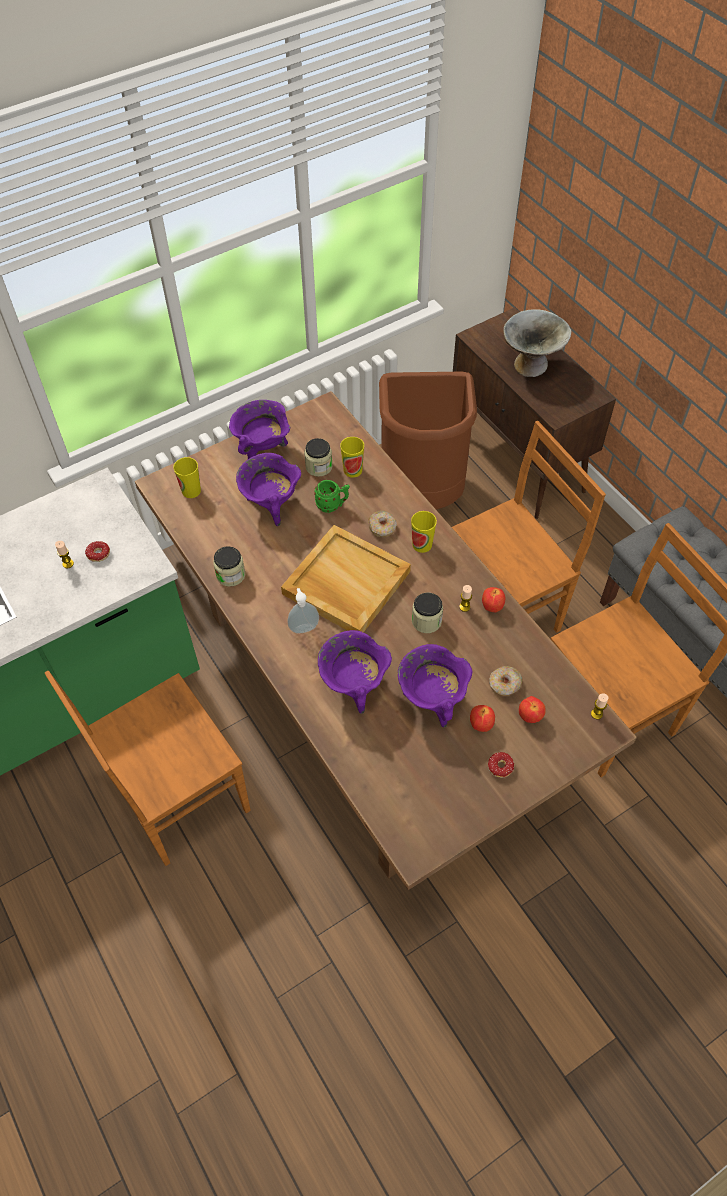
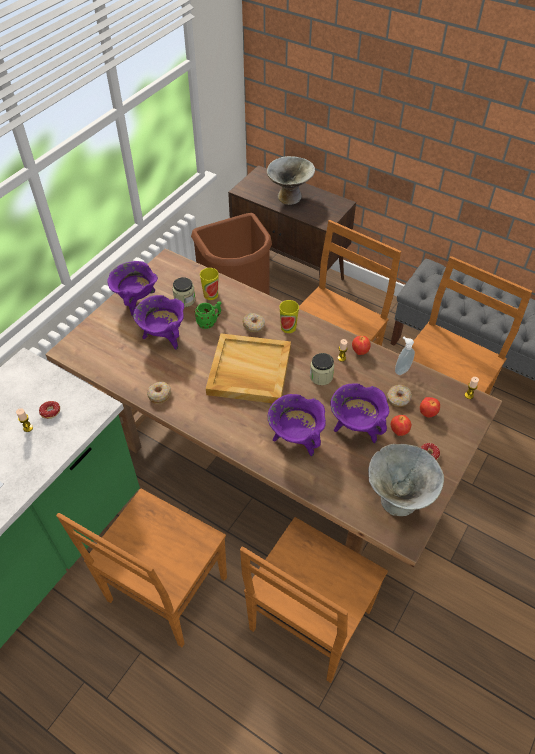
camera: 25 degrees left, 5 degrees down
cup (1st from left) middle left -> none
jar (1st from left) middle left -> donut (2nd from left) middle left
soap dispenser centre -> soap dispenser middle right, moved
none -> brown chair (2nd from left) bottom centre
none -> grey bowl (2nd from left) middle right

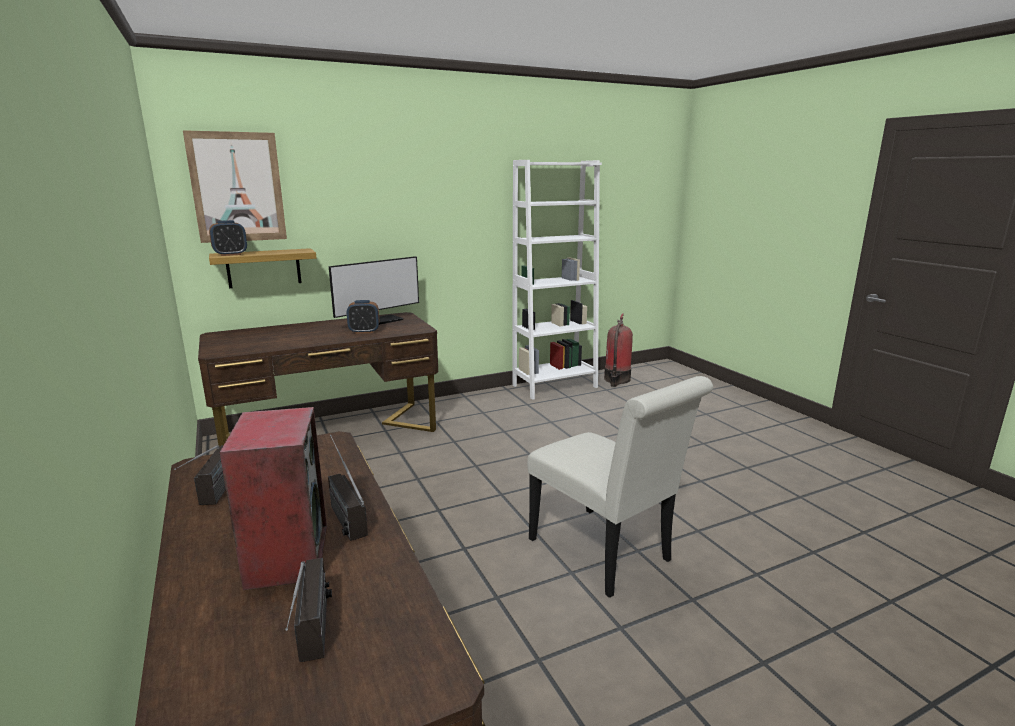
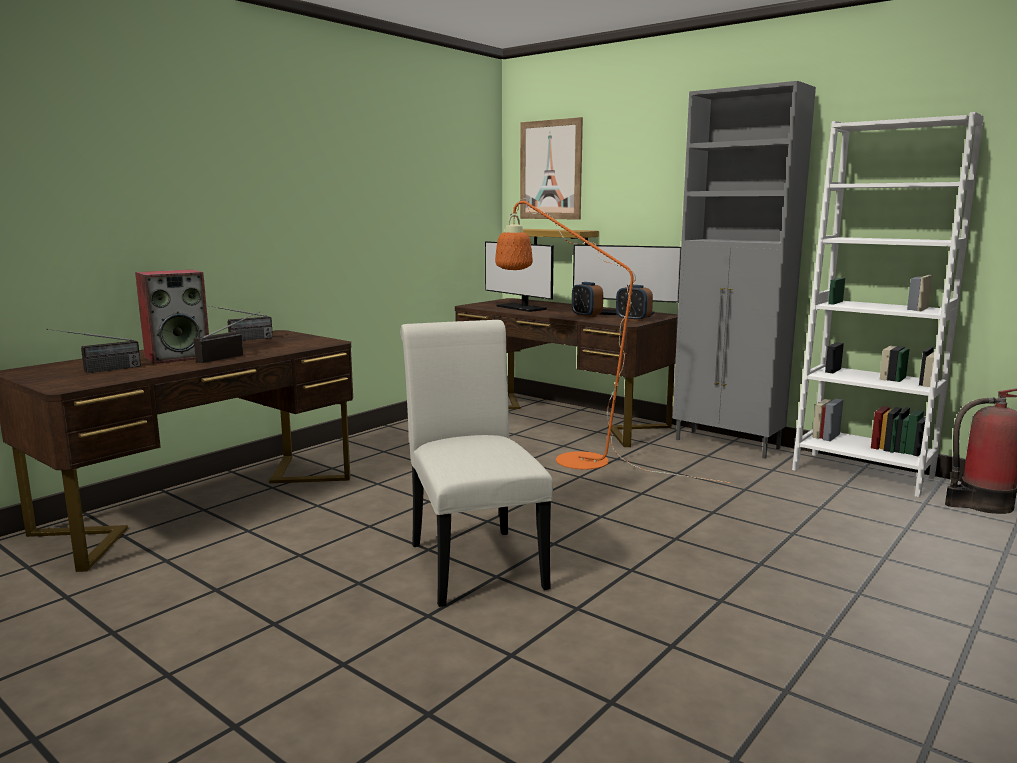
camera: 65 degrees right, 5 degrees down
alarm clock (1st from left in the first image) top left -> alarm clock (2nd from left) centre, moved
white chair bottom centre -> white chair centre, 135 degrees clockwise
none -> monitor (1st from left) centre
none -> orange floor lamp centre
none -> grey cabinet middle right

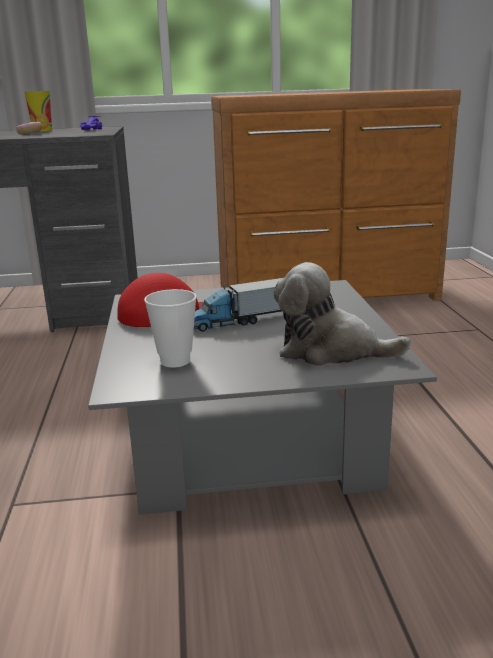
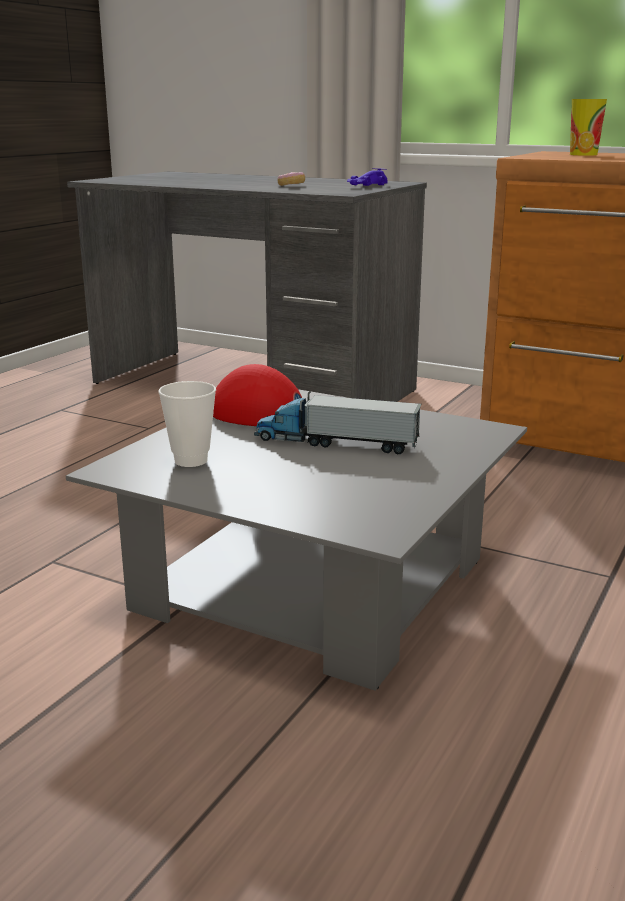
camera: 35 degrees right, 0 degrees up
cup (1st from left in the first image) top left -> cup (2nd from left) top right, moved
plush toy middle right -> none

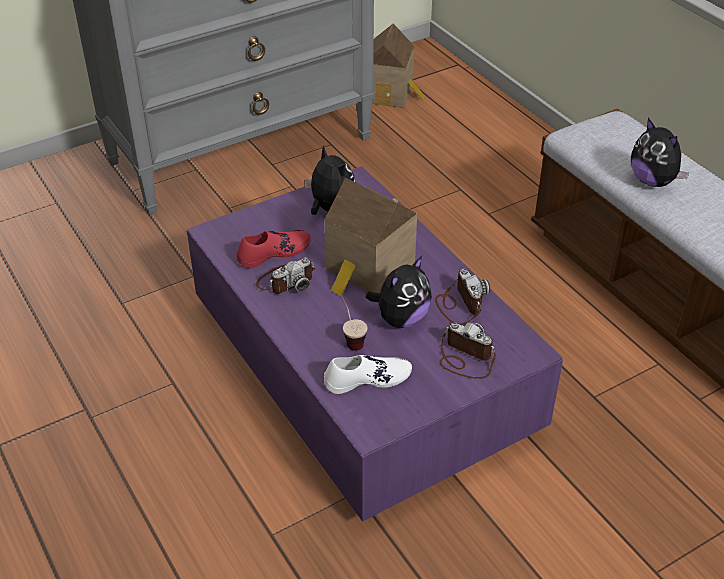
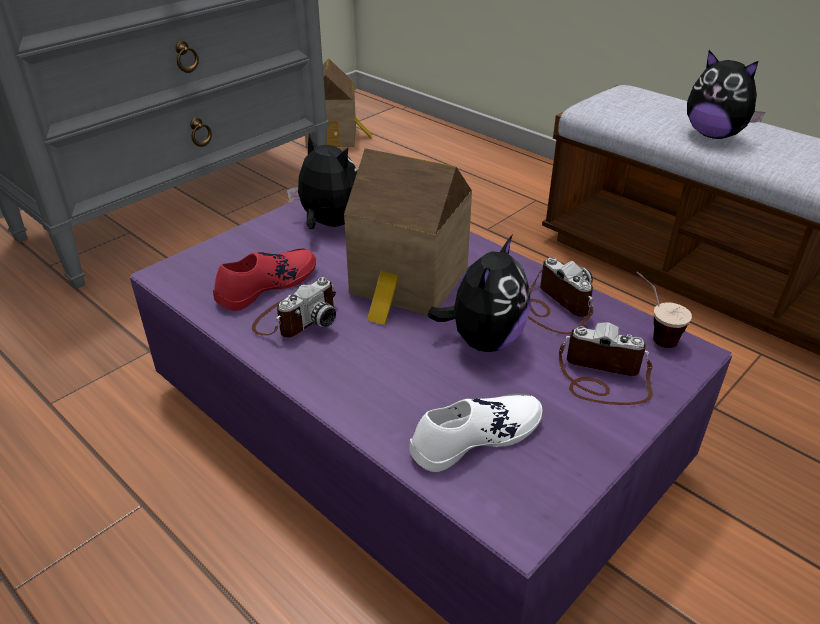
camera: 15 degrees left, 5 degrees down
cup centre -> cup middle right, moved

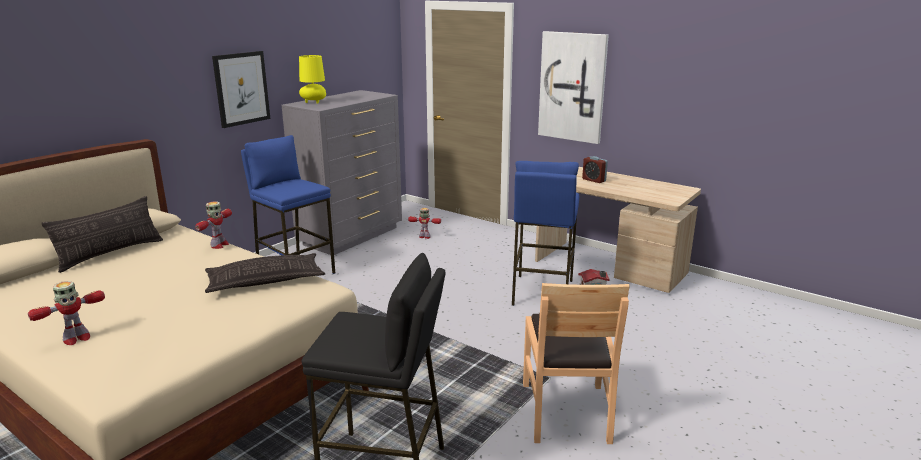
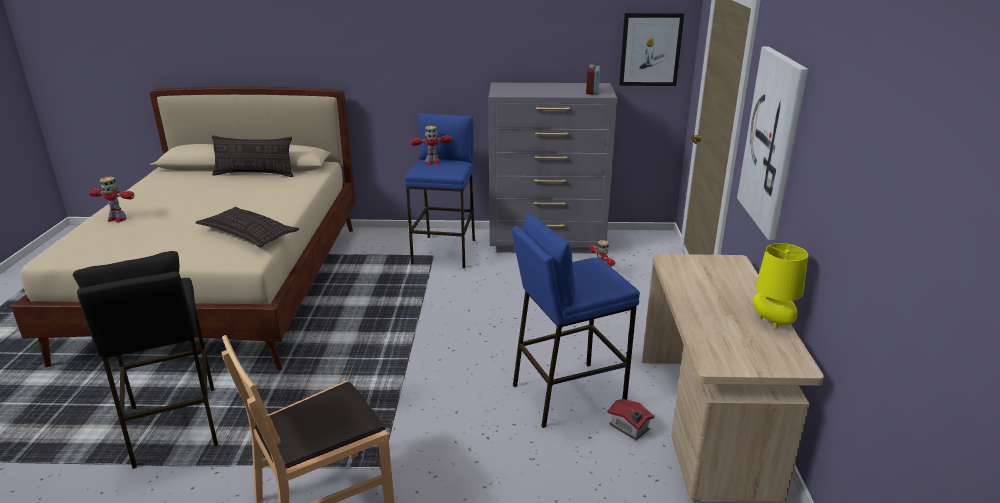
camera: 55 degrees right, 5 degrees up
toy robot (2nd from left) middle left -> toy robot (2nd from left) top centre, moved
picture (1st from left) top left -> picture (1st from left) top centre, moved
yellow table lamp top centre -> yellow table lamp middle right, moved
alarm clock centre -> alarm clock top centre, moved

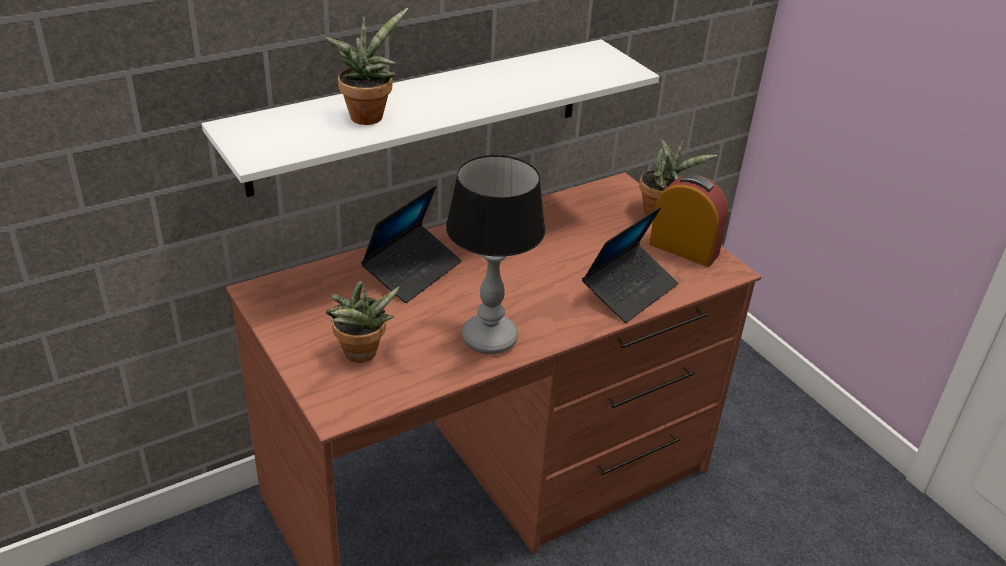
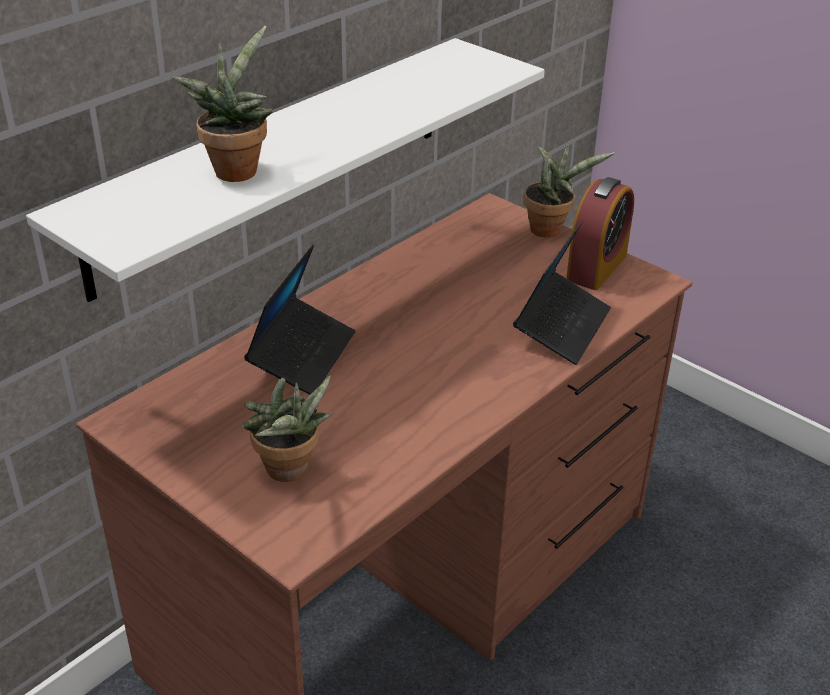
camera: 15 degrees left, 0 degrees up
table lamp centre -> none
alarm clock middle right, 105 degrees clockwise

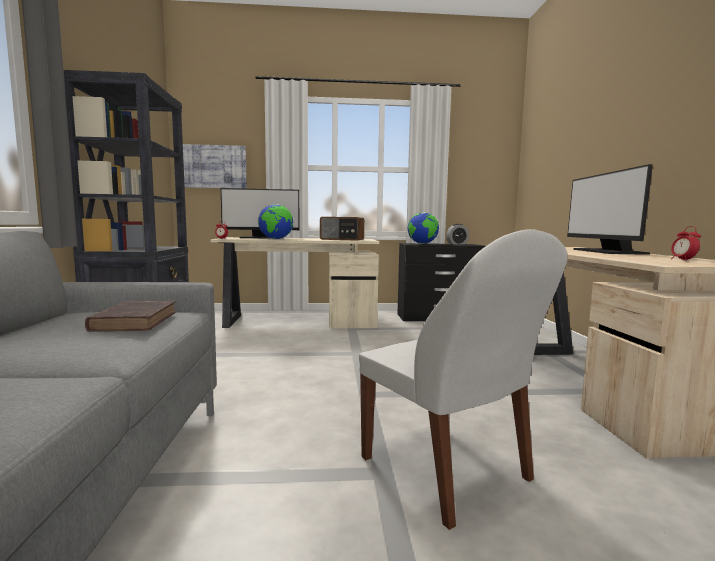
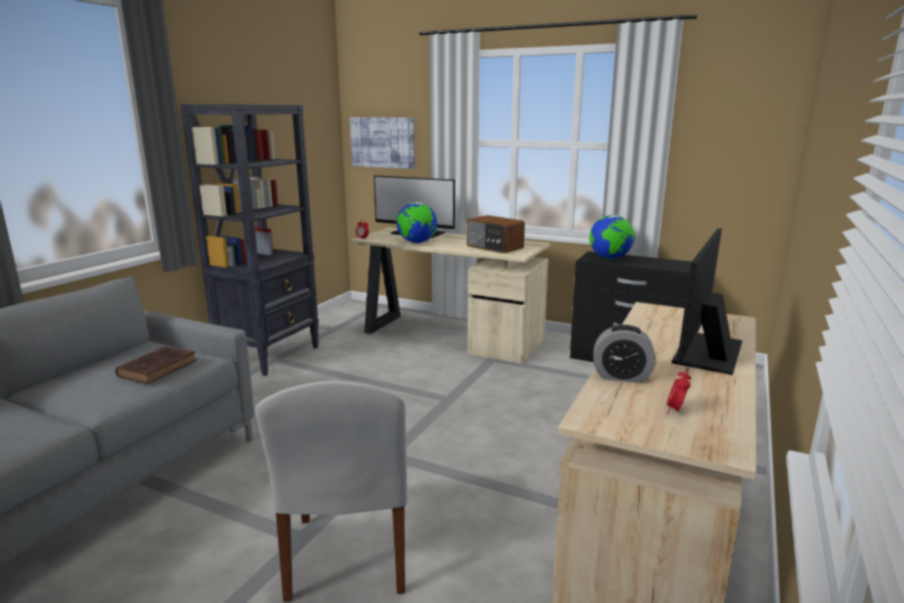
camera: 30 degrees right, 10 degrees up
alarm clock (2nd from left) centre -> alarm clock (2nd from left) middle right, moved

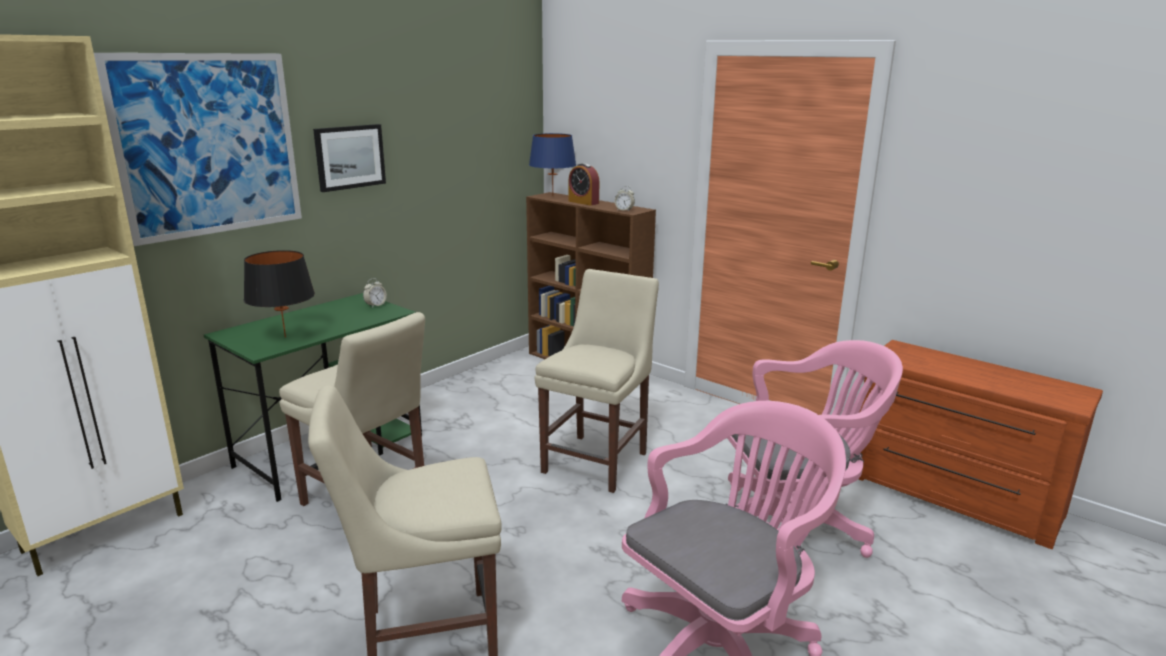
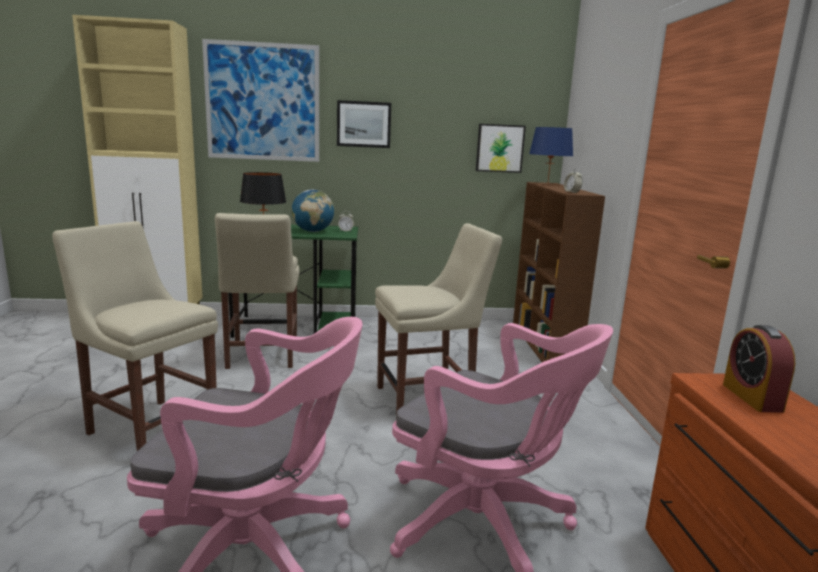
camera: 45 degrees right, 5 degrees down
alarm clock (2nd from left in the first image) top centre -> alarm clock (3rd from left) middle right, moved
none -> globe centre
none -> picture (3rd from left) top centre

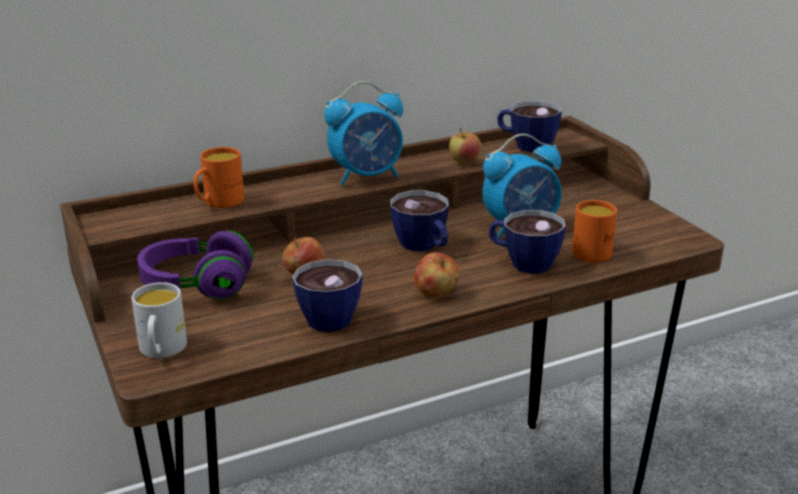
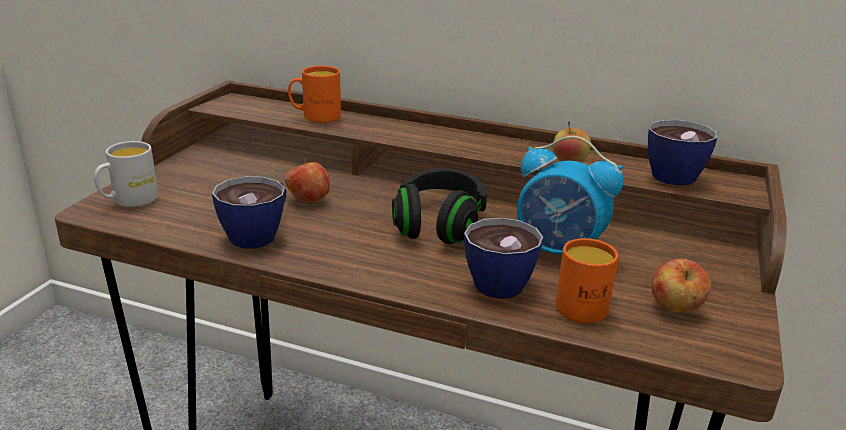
camera: 45 degrees right, 0 degrees up
purple headphones middle left -> none
alarm clock (1st from left) top centre -> none
cup (2nd from left) centre -> black headphones centre
apple (2nd from left in the first image) centre -> apple (3rd from left) middle right, moved

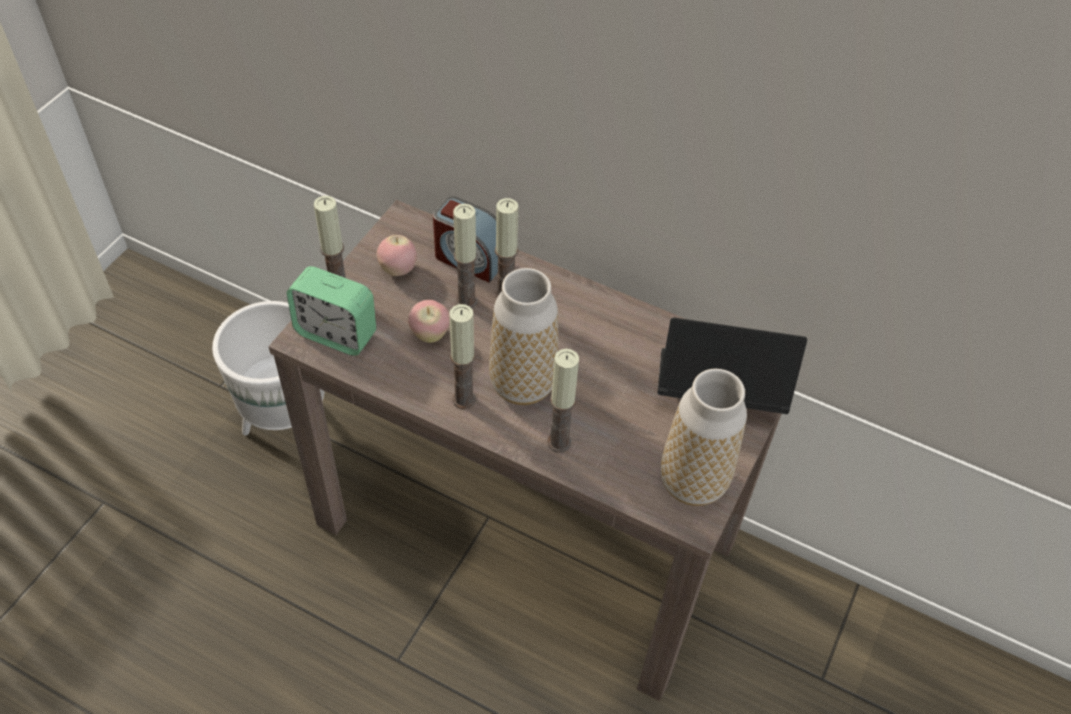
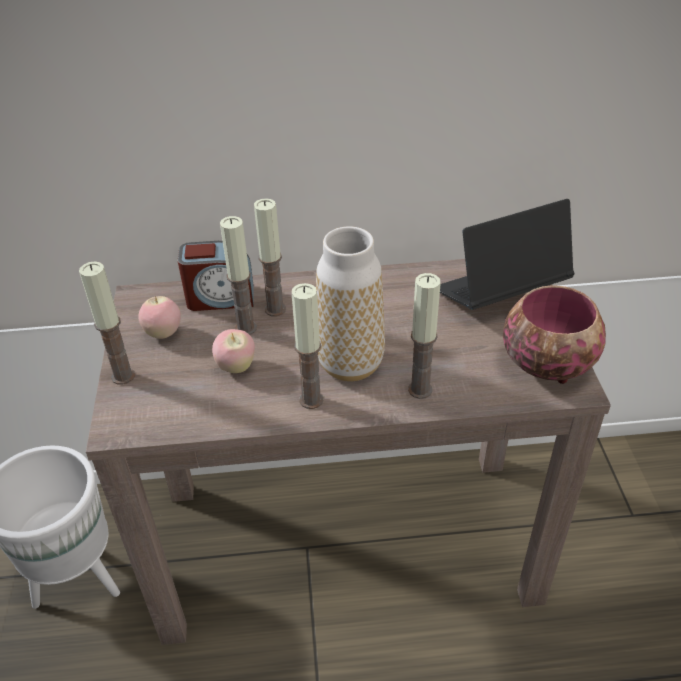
camera: 30 degrees left, 10 degrees down
alarm clock (1st from left) middle left -> none
vase (2nd from left) centre -> bowl middle right

